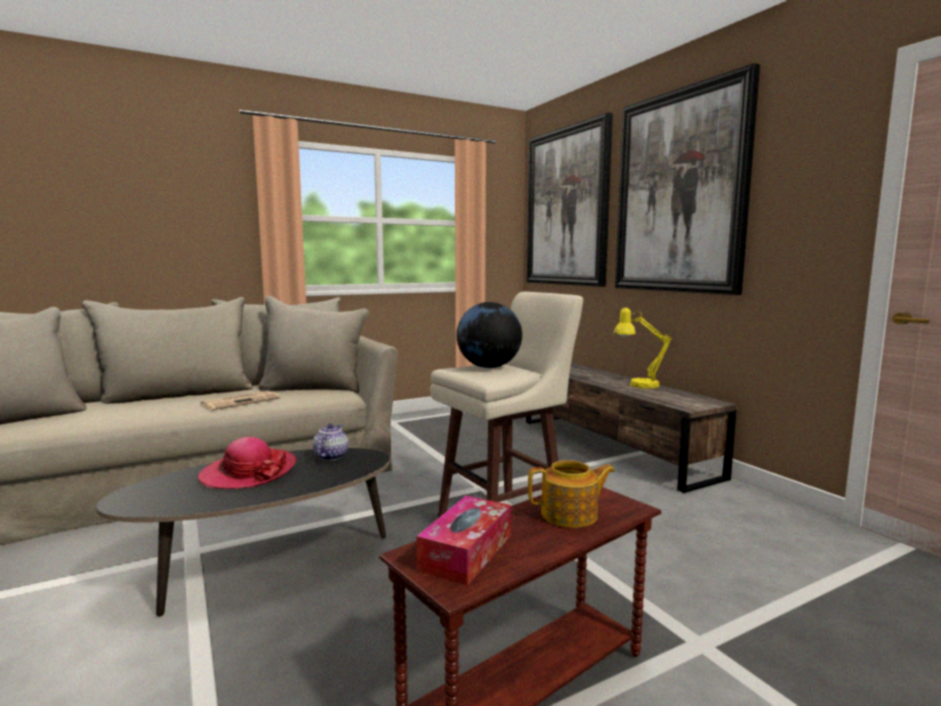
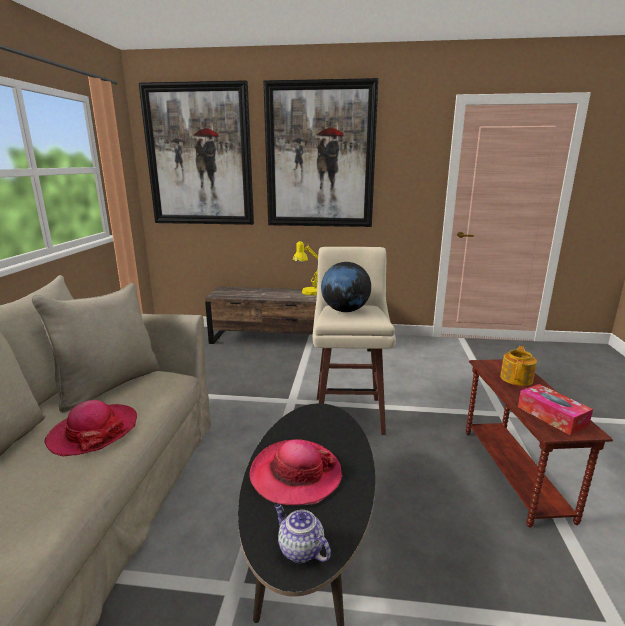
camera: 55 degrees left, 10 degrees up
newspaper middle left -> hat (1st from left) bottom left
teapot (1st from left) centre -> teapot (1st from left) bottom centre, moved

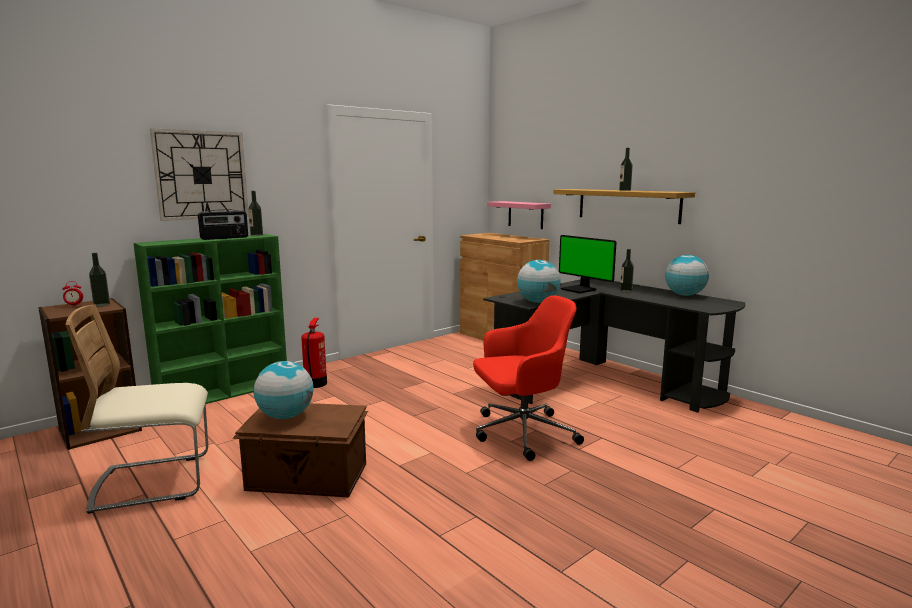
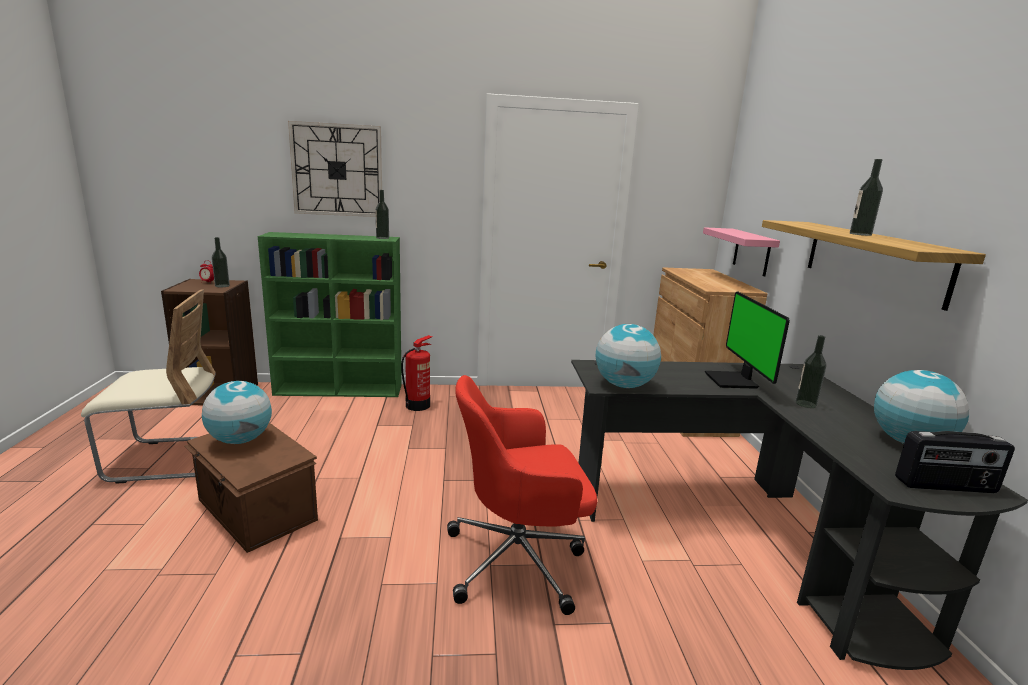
camera: 35 degrees right, 5 degrees up
beige chair bottom left -> beige chair middle left, 150 degrees clockwise
radio middle left -> radio bottom right, moved
red office chair centre -> red office chair bottom centre, 150 degrees clockwise

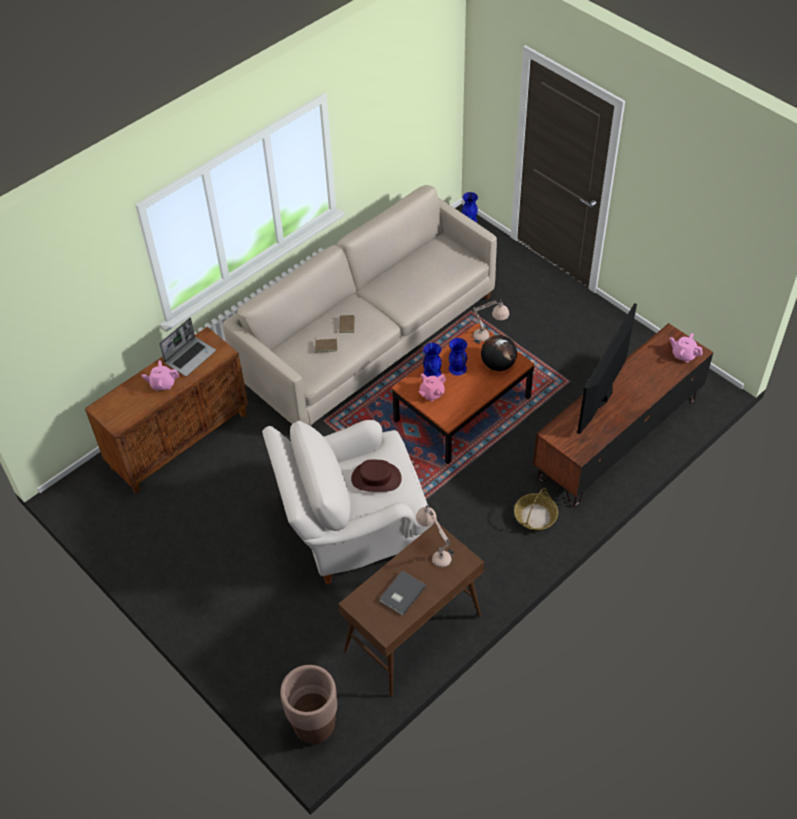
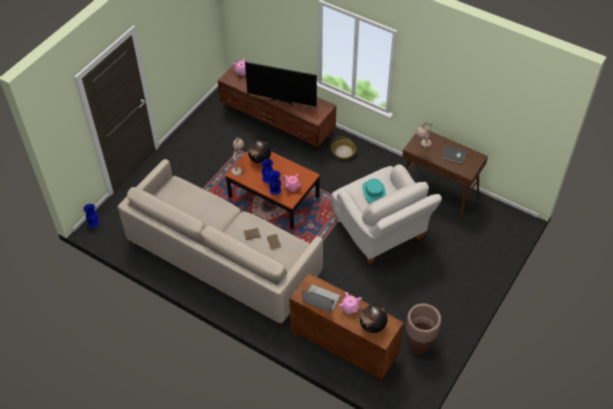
camera: 105 degrees left, 0 degrees up
brown planter bottom centre -> brown planter bottom right, moved
brown hat centre -> turquoise hat centre
none -> globe (2nd from left) bottom centre

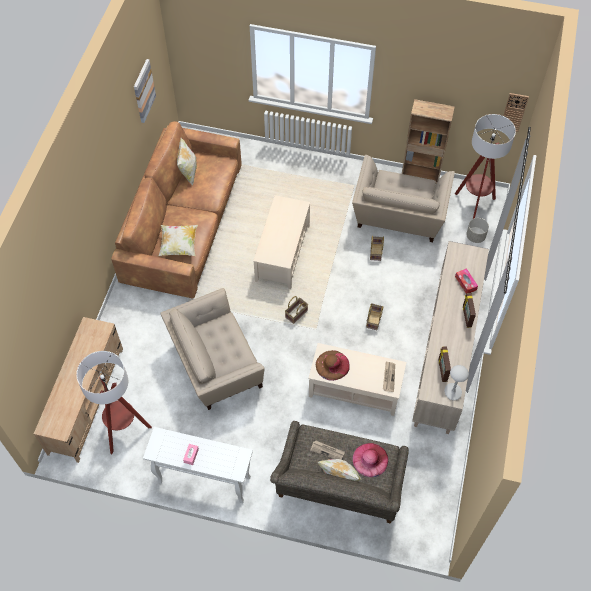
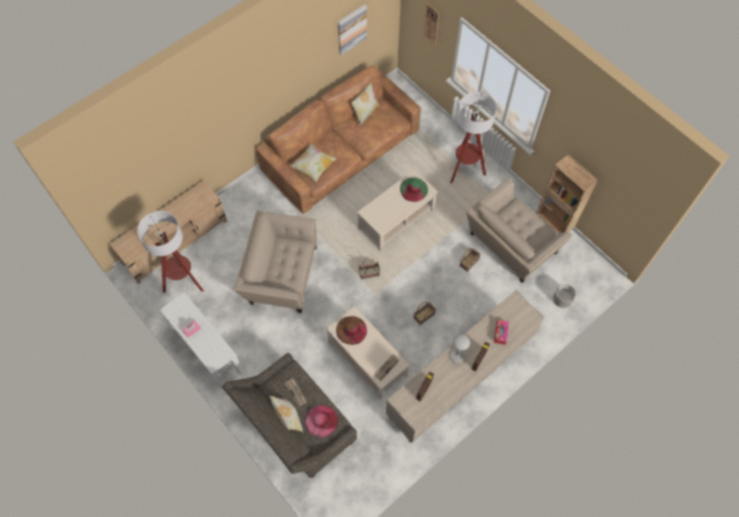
camera: 35 degrees right, 5 degrees up
grey table lamp middle right -> grey table lamp bottom centre, moved
floor lamp (2nd from left) top right -> floor lamp (2nd from left) top centre, moved
wall clock top right -> wall clock top centre, moved
none -> green hat centre

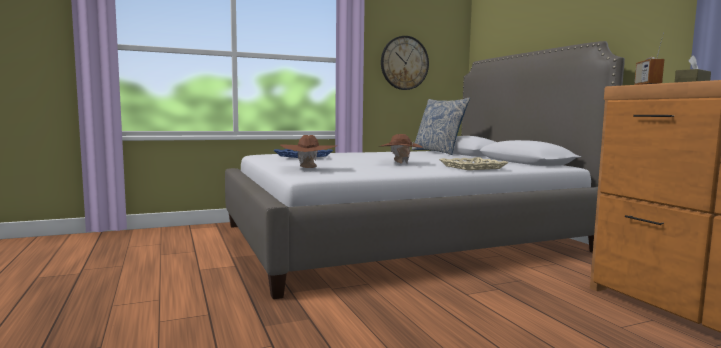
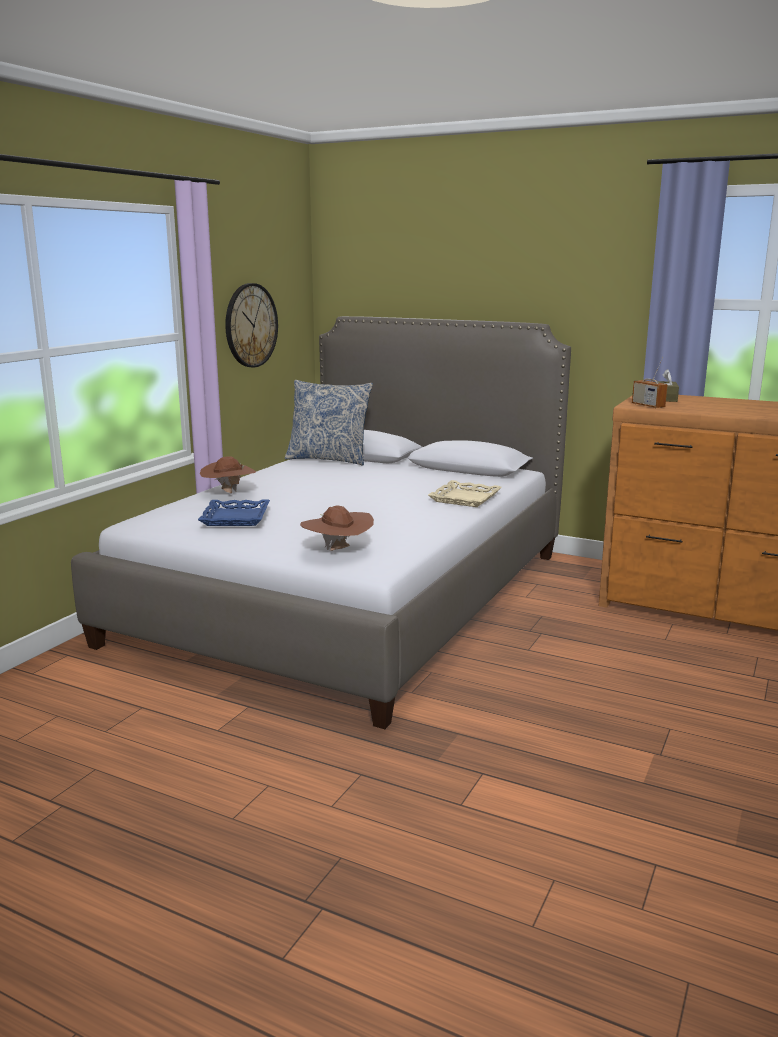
camera: 40 degrees left, 10 degrees up
brown hat (2nd from left in the first image) centre -> brown hat (1st from left) middle left, moved

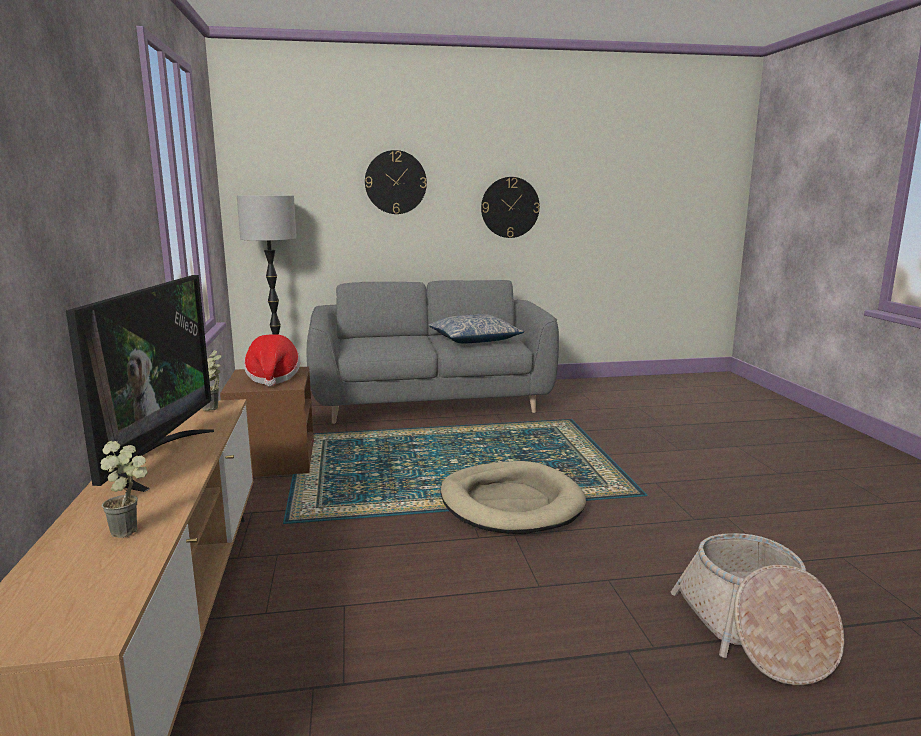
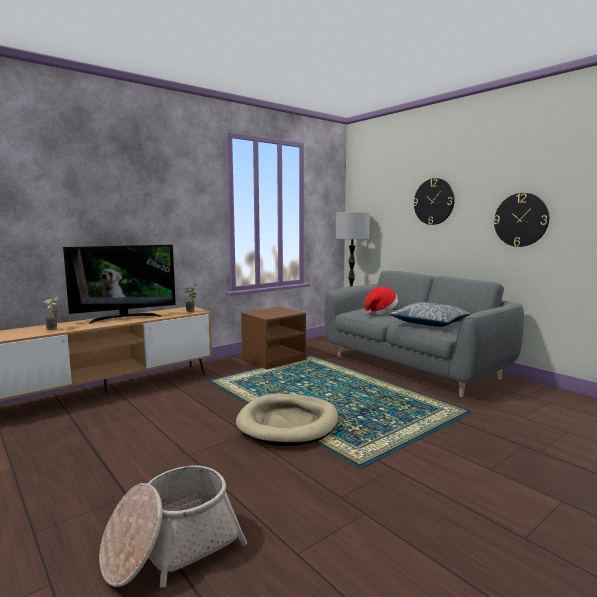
camera: 60 degrees right, 5 degrees down
hat middle left -> hat centre, moved

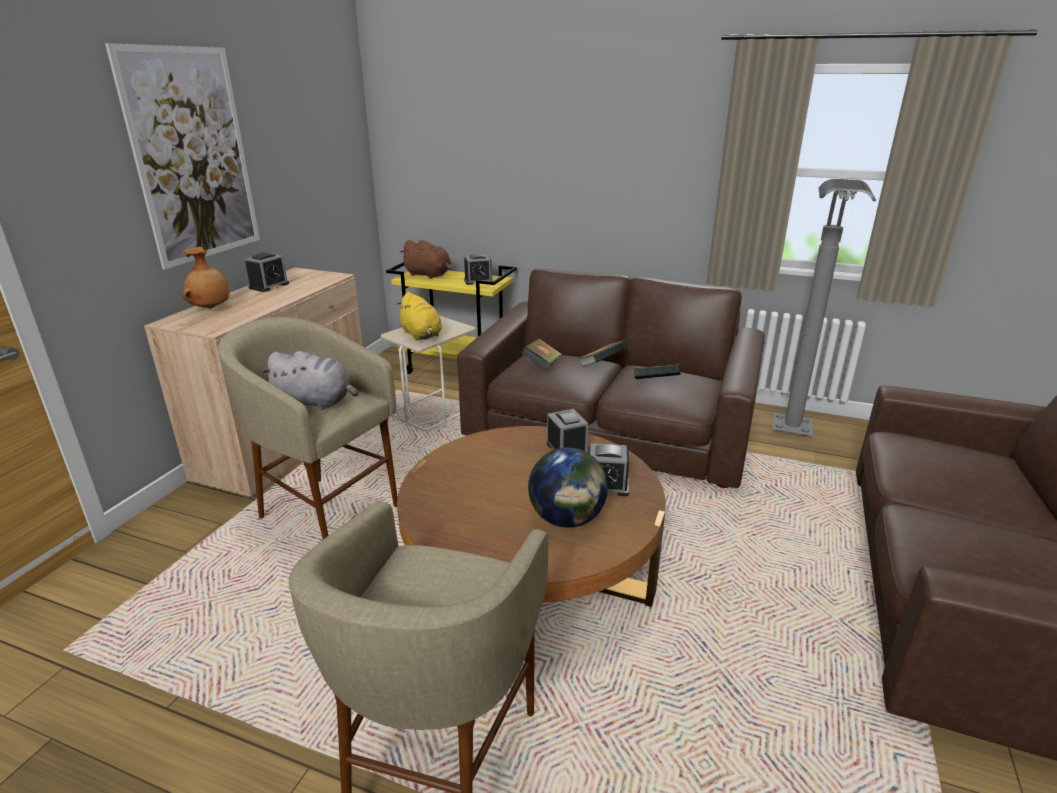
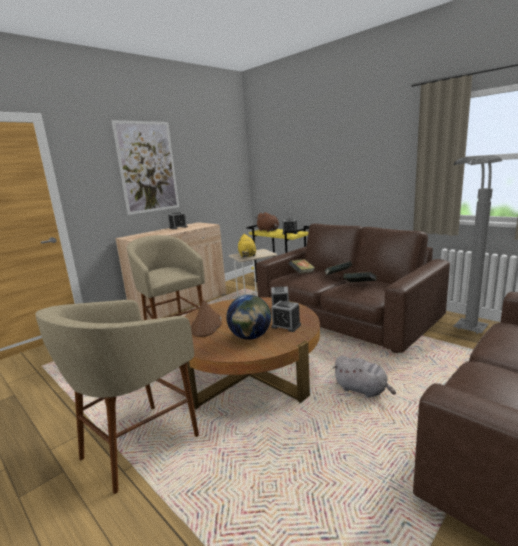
camera: 25 degrees right, 10 degrees down
brown vase middle left -> none
grey plush toy middle left -> grey plush toy bottom right, moved
none -> brown hat centre

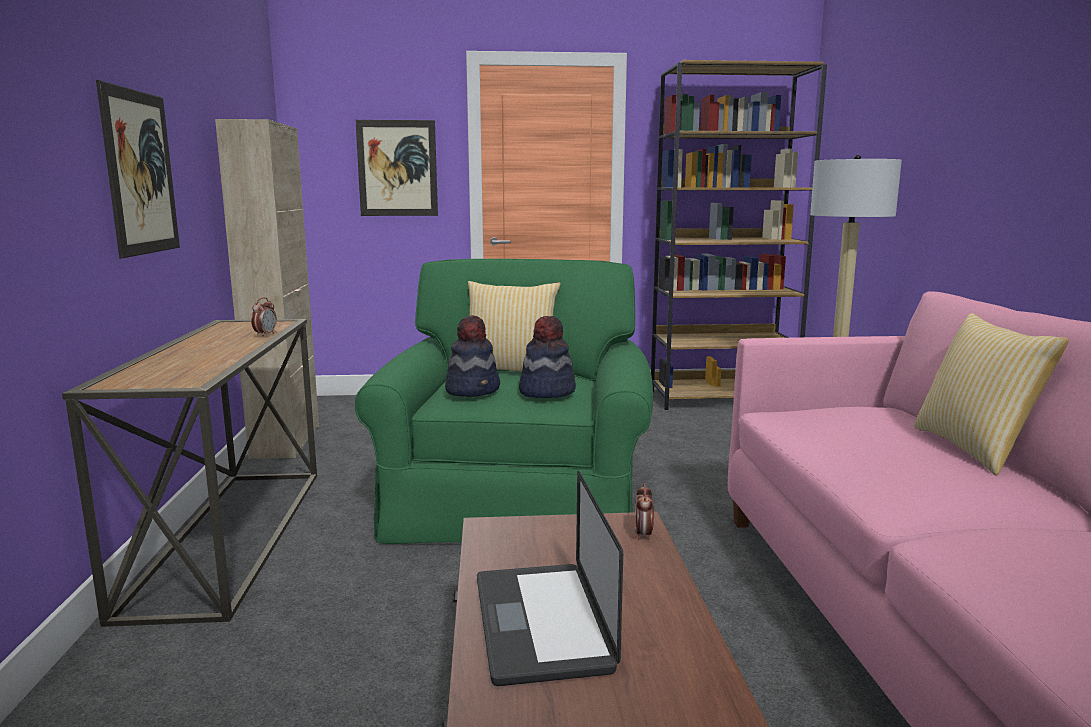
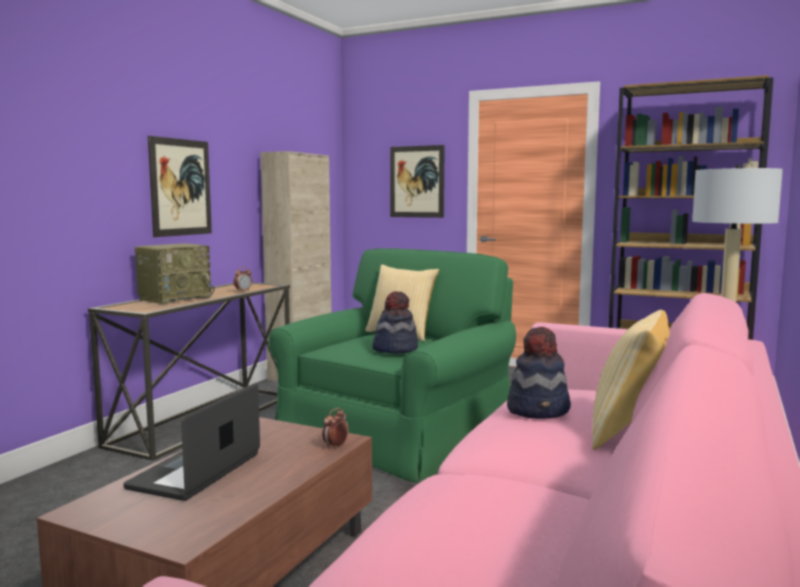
camera: 30 degrees right, 5 degrees down
hat (1st from left in the first image) centre -> hat (2nd from left) middle right, moved
none -> radio middle left

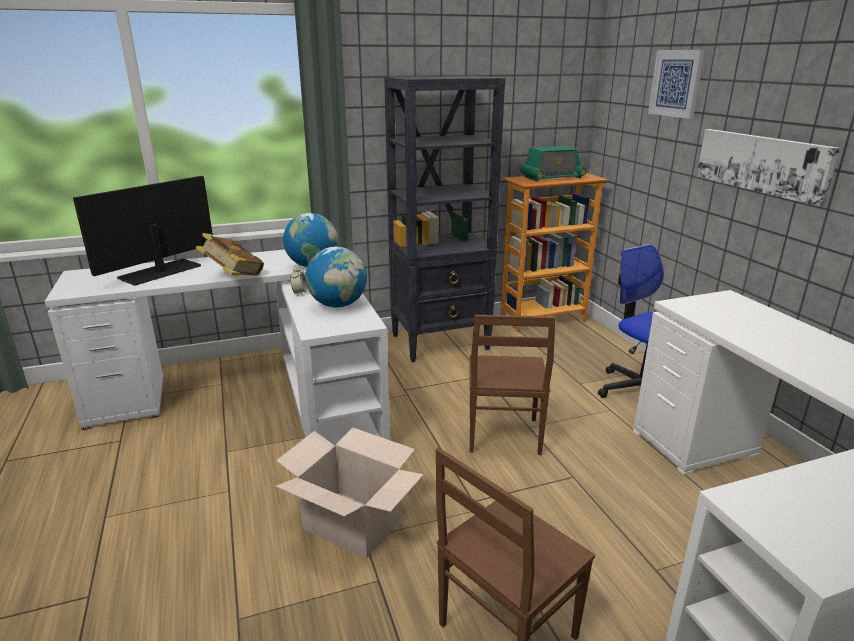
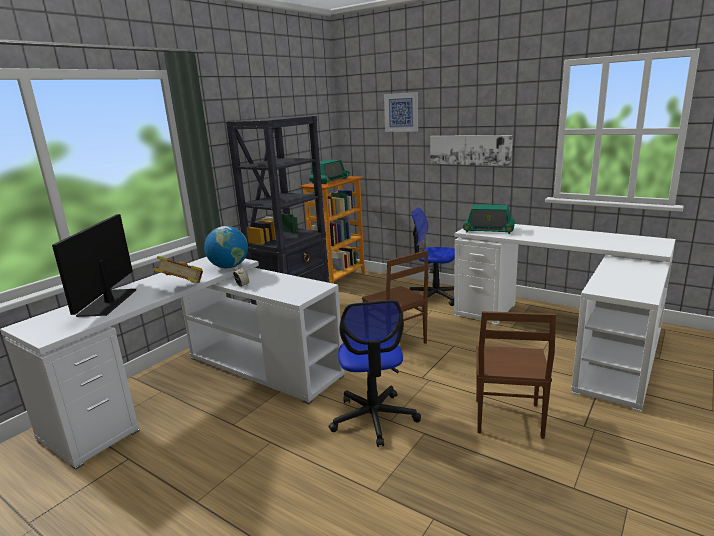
camera: 35 degrees left, 5 degrees down
cardboard box bottom centre -> office chair (1st from left) bottom centre
globe (2nd from left) centre -> none
none -> radio (2nd from left) middle right

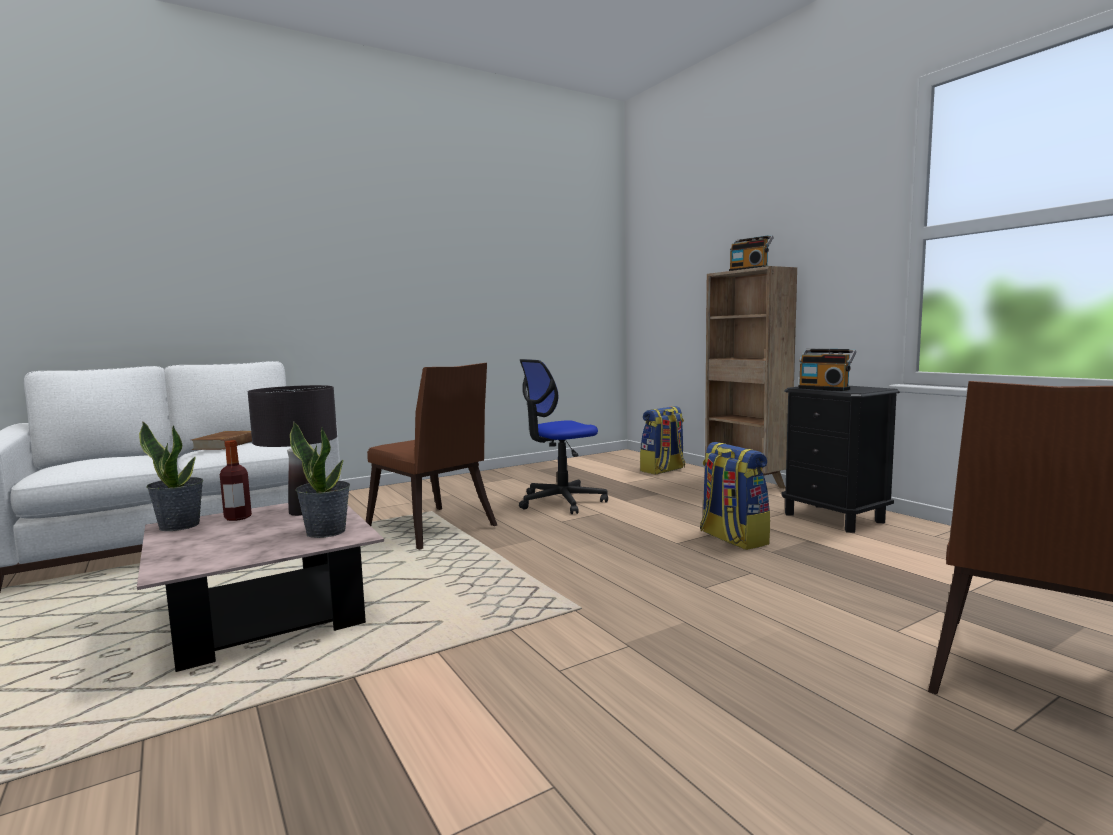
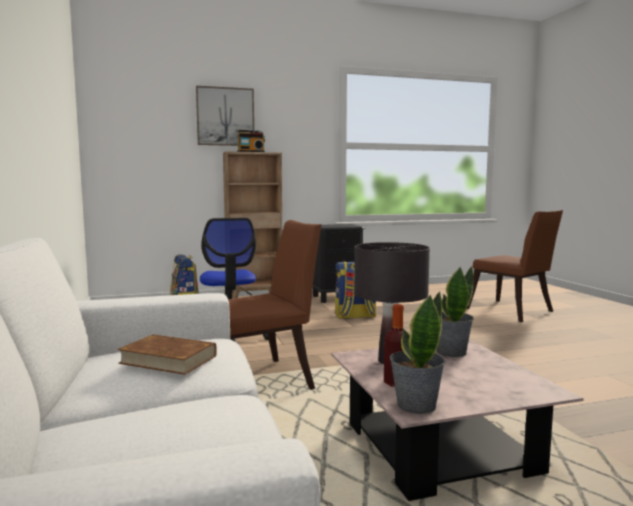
camera: 75 degrees left, 0 degrees up
radio (2nd from left) middle right -> none
none -> picture top centre

